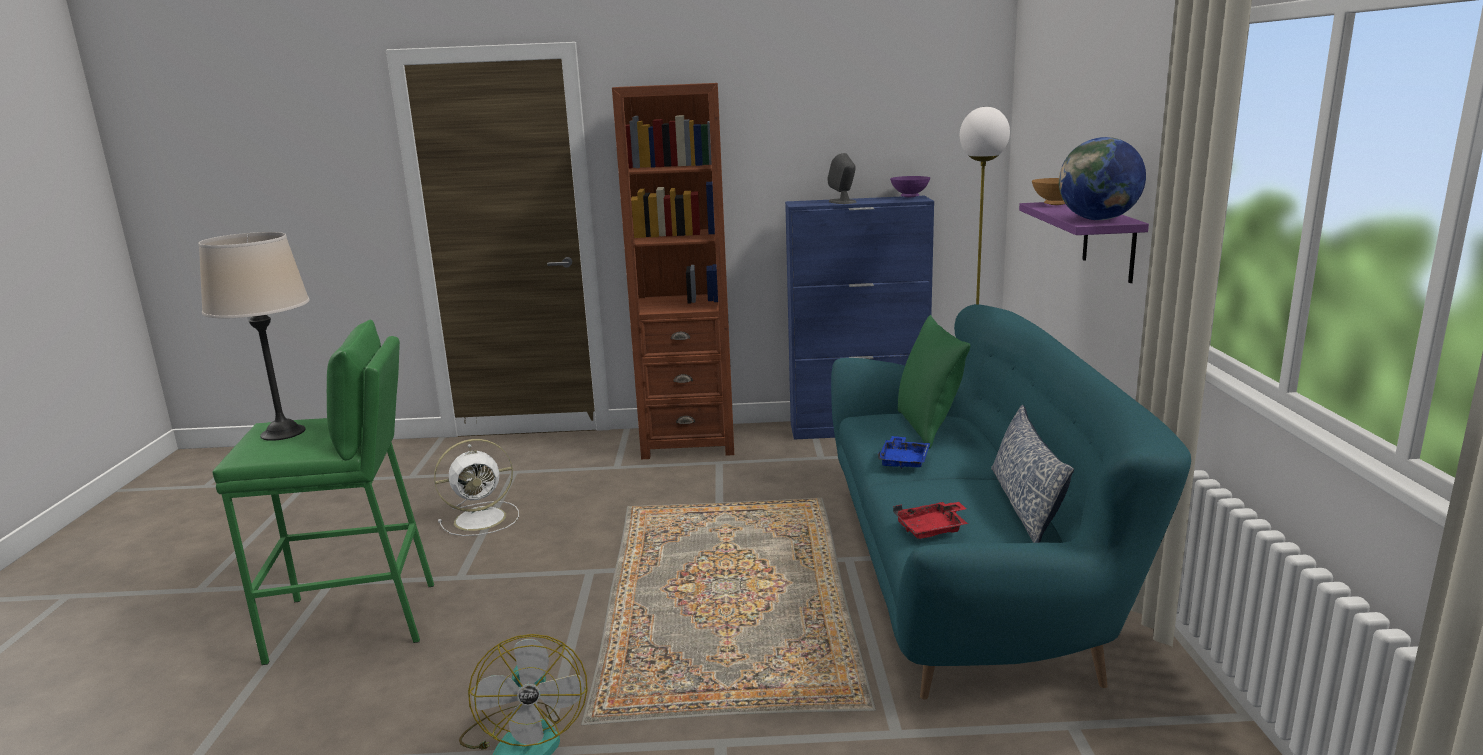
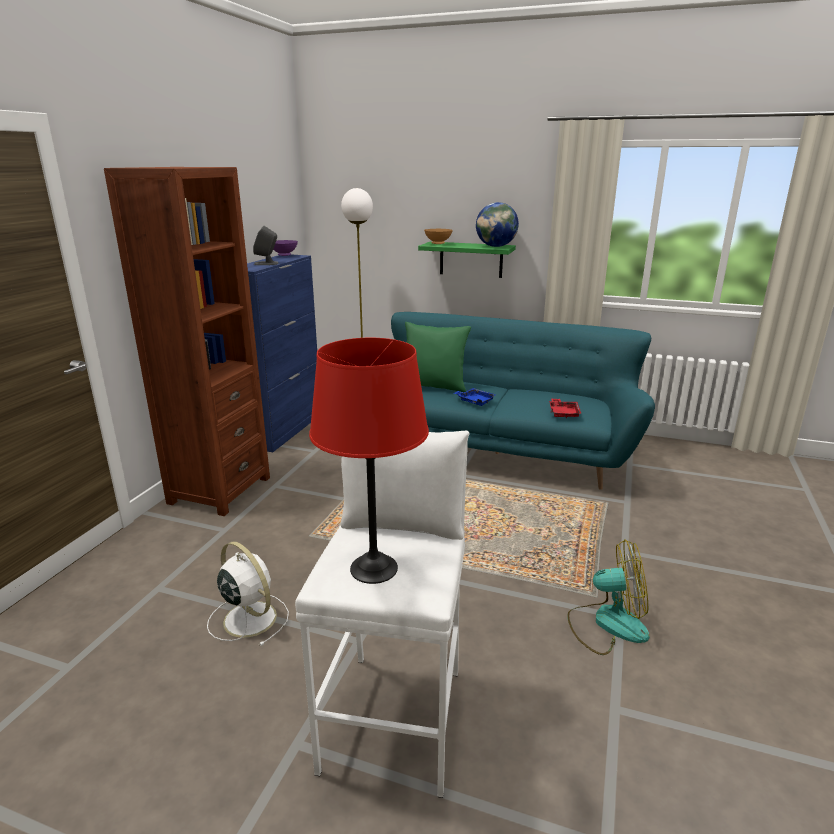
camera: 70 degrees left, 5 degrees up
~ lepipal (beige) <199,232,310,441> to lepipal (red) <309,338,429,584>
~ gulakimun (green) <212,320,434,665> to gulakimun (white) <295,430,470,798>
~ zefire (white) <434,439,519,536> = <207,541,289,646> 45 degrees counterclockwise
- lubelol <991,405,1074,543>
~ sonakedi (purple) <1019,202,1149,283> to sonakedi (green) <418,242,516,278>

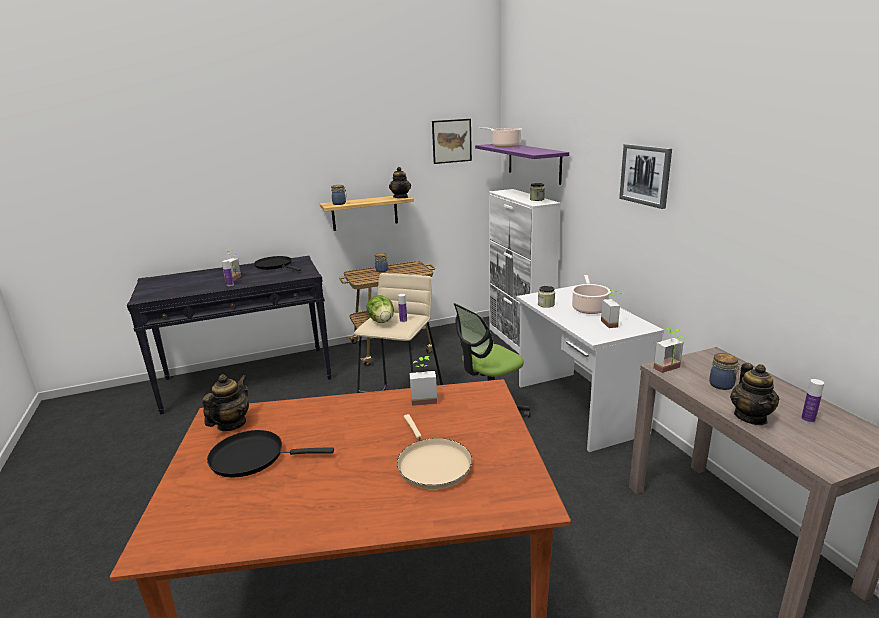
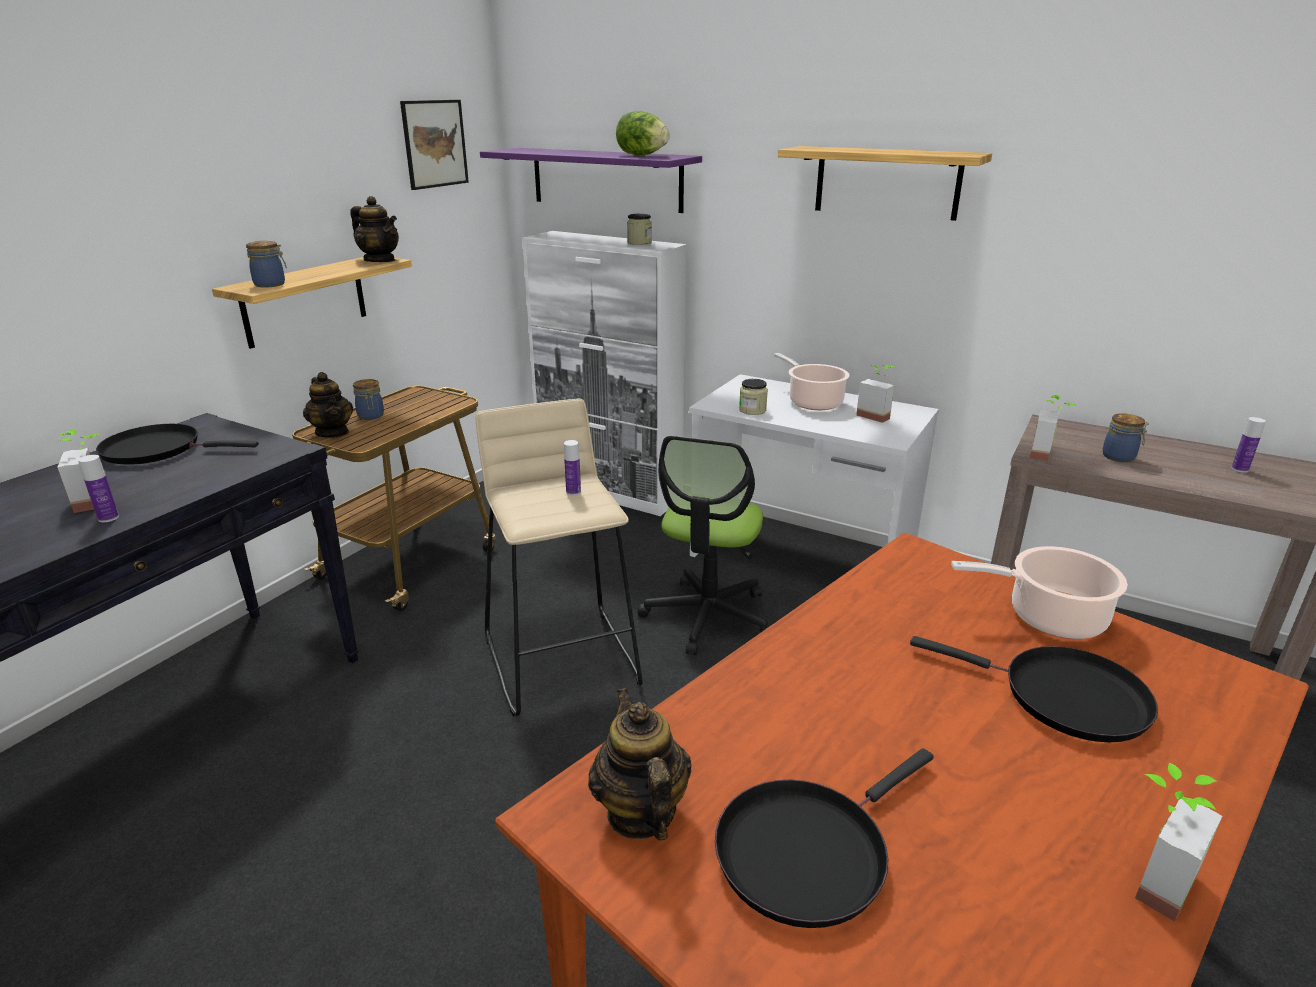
camera: 40 degrees left, 5 degrees up
~ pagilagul <366,295,394,323> to <616,111,670,156>
~ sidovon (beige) <397,414,472,489> to sidovon (black) <910,636,1158,742>
~ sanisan <410,356,437,406> to <1135,763,1222,922>
~ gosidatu <479,127,522,147> to <951,546,1128,639>
~ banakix <619,144,672,209> to sonakedi <778,146,992,221>
~ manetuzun <730,363,780,425> to <303,372,353,438>

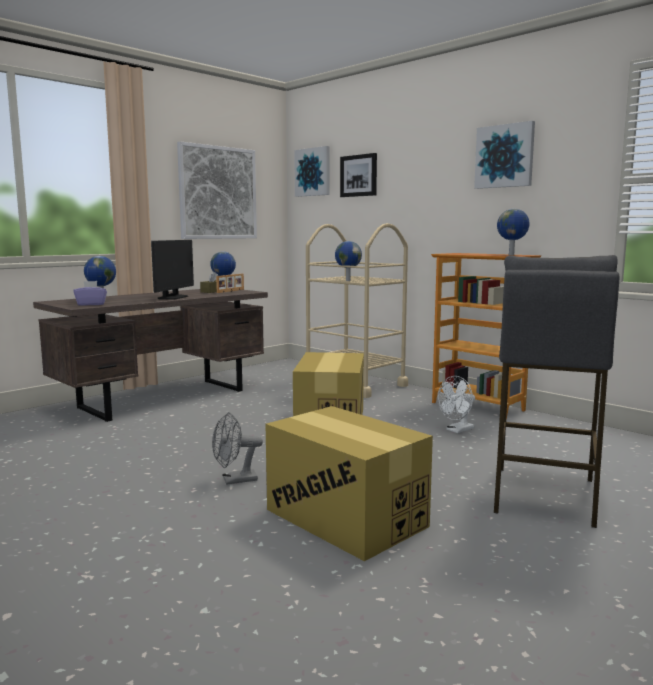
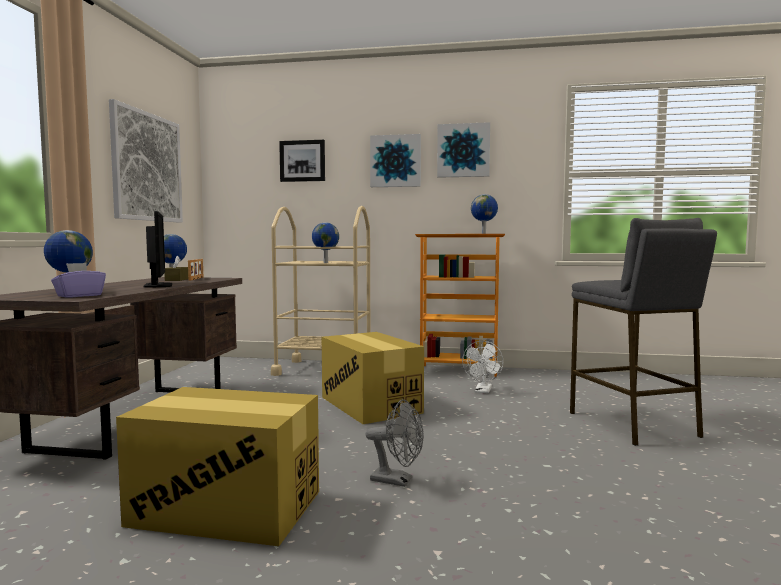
camera: 35 degrees left, 5 degrees down
~ zefire (grey) <212,412,263,485> = <365,399,424,487> 105 degrees counterclockwise
~ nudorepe <266,406,433,561> to <116,387,319,546>
~ banakix <294,146,330,197> to <370,134,421,187>

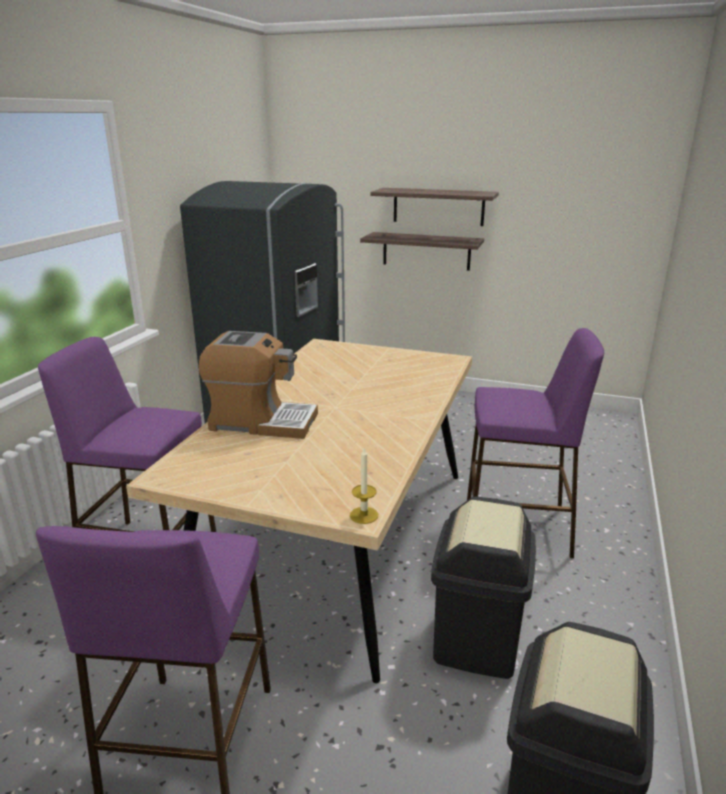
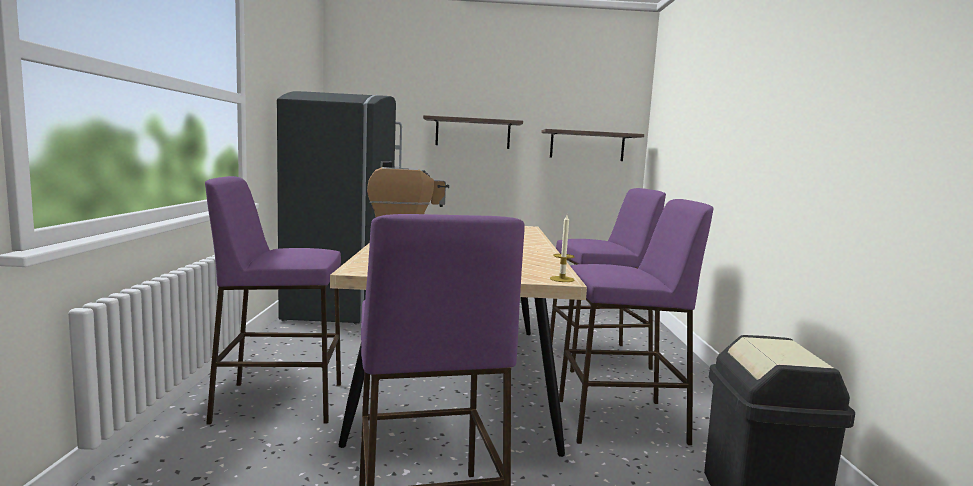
camera: 20 degrees left, 15 degrees down
~ sonakedi <360,232,484,271> to <542,129,644,161>
~ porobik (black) <431,497,536,679> to gulakimun (purple) <559,199,714,445>

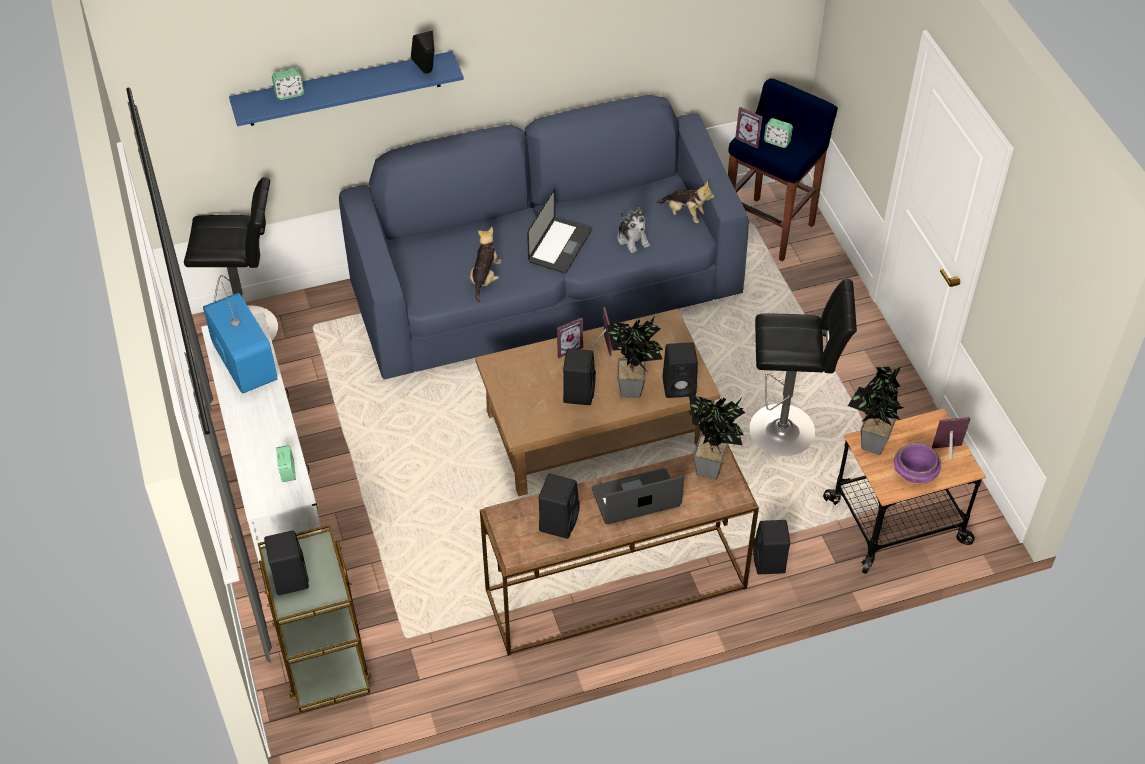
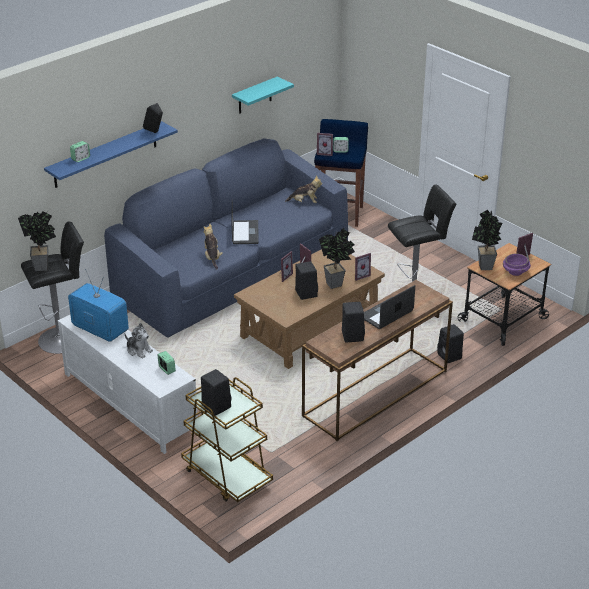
camera: 25 degrees left, 15 degrees down
~ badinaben <617,207,650,253> to <125,323,153,359>
~ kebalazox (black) <662,342,698,398> to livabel <355,253,371,281>
~ sanisan <689,396,745,479> to <18,211,56,271>
+ sonakedi (turquoise) <232,77,294,114>

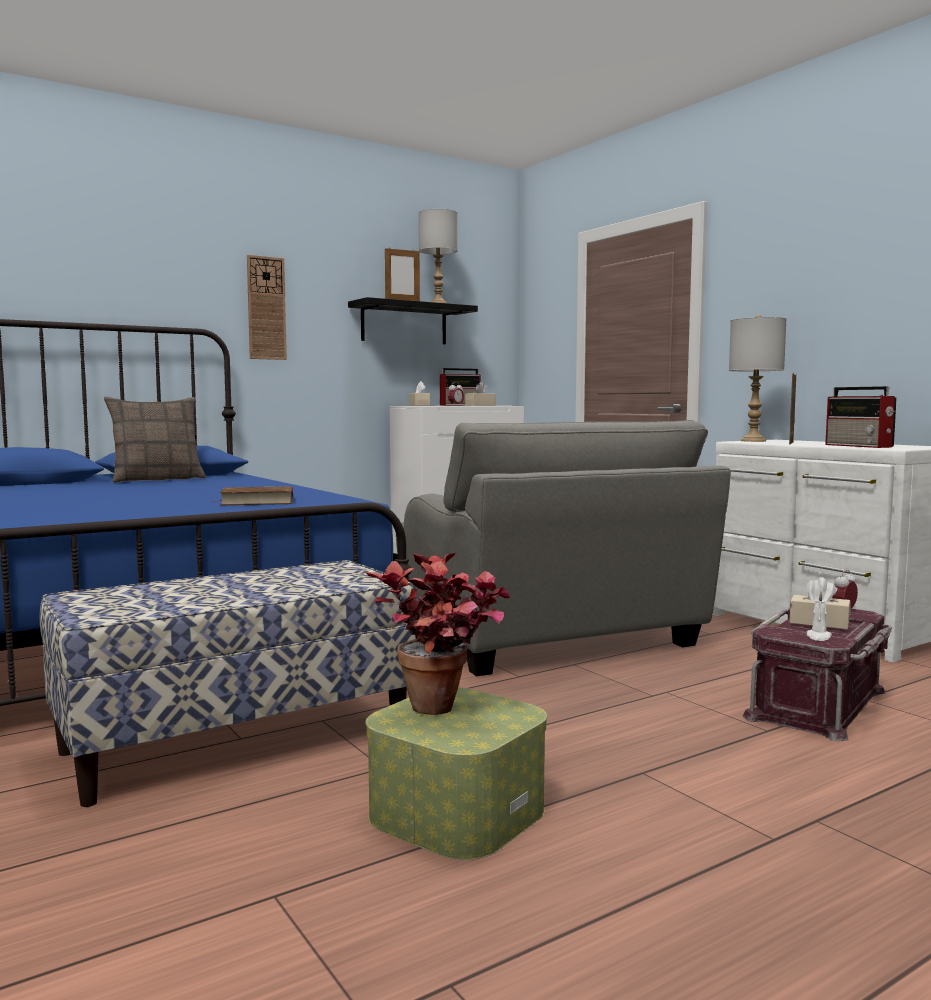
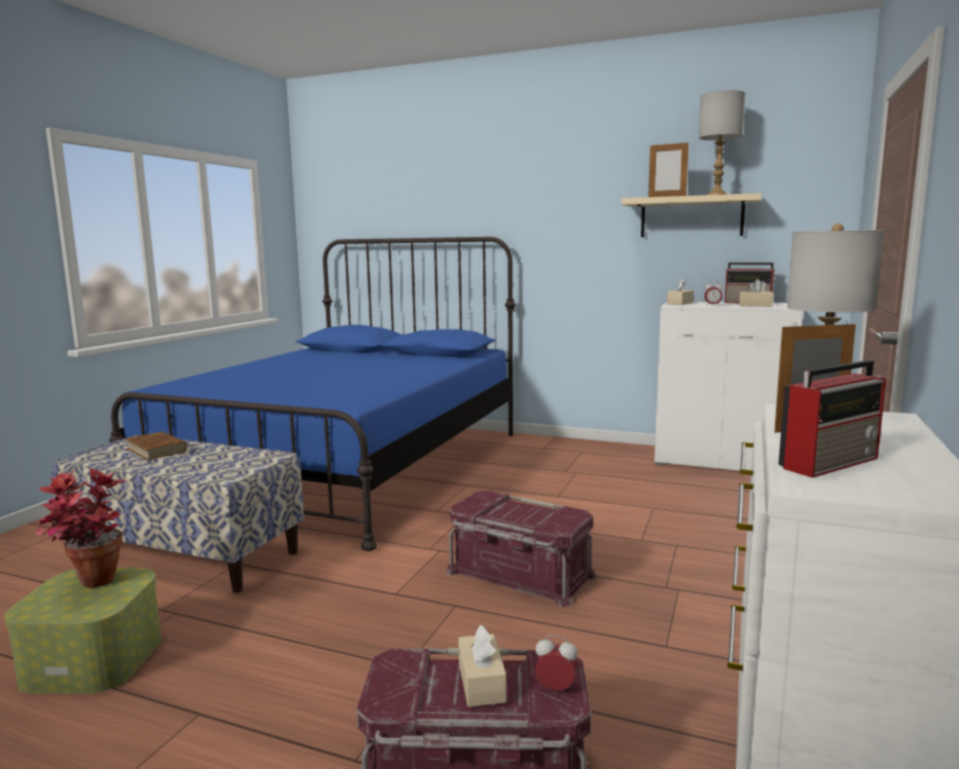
camera: 55 degrees right, 5 degrees up
- lubelol <104,397,206,483>
~ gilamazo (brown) <212,486,293,505> to <126,431,186,460>
- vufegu <247,255,287,360>
~ sonakedi (black) <348,297,478,344> to sonakedi (beige) <621,193,762,237>
~ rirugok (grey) <396,420,731,676> to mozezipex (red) <445,491,597,607>
- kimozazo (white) <807,592,832,641>
~ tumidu <825,386,897,448> = <778,360,886,478> 150 degrees counterclockwise

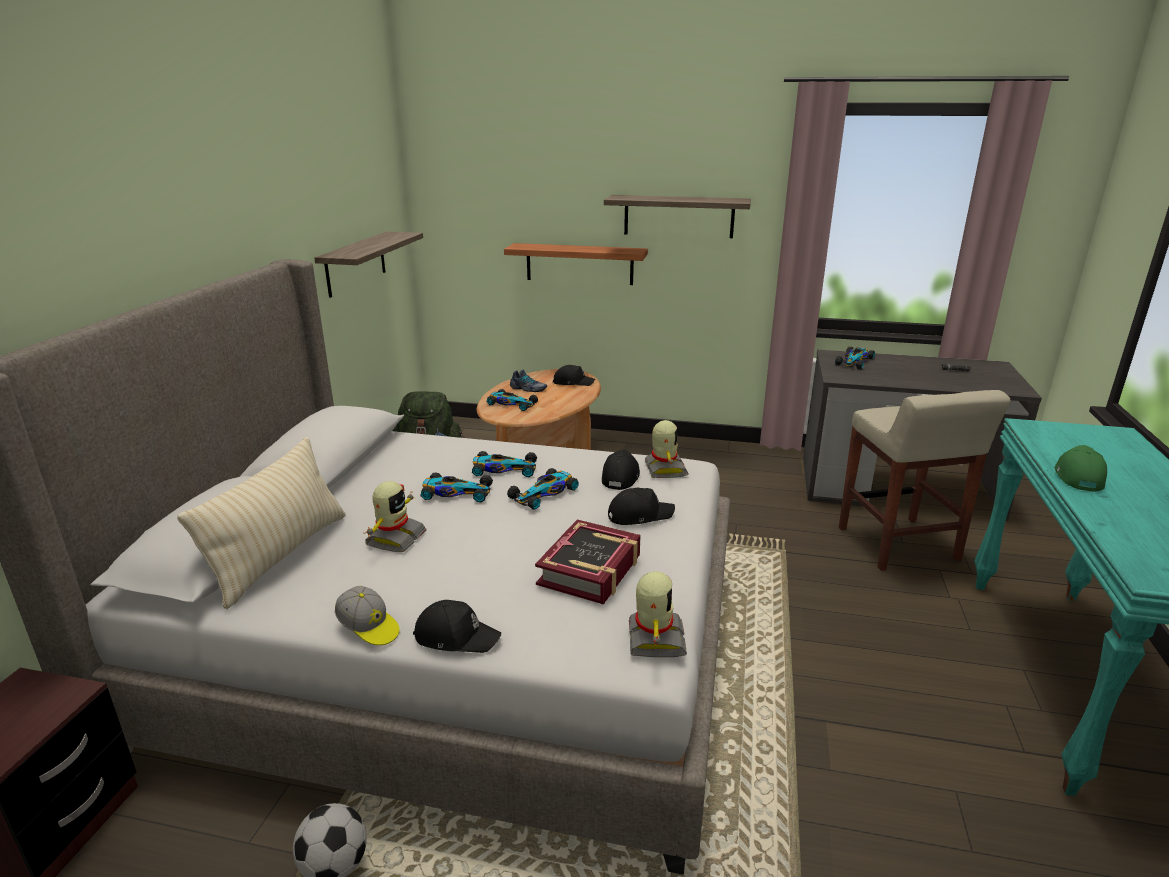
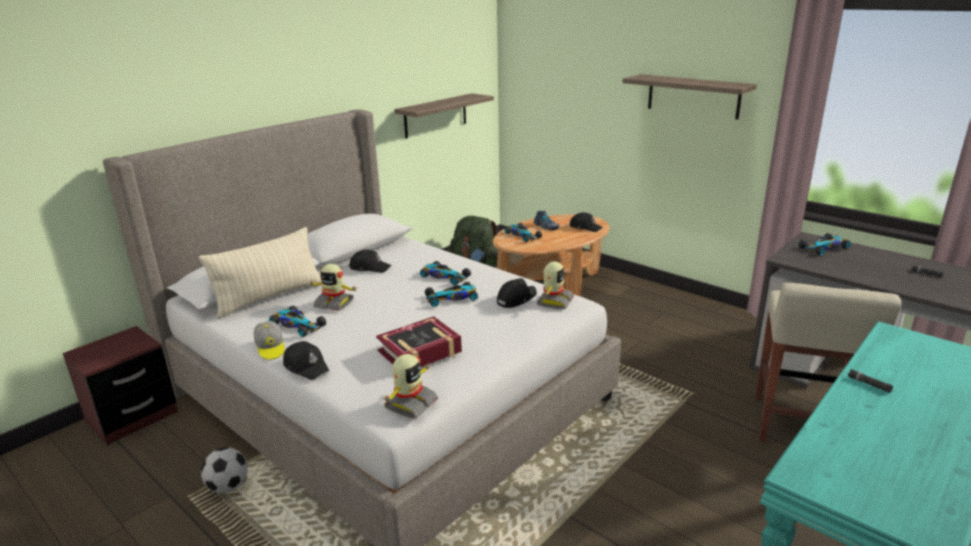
camera: 30 degrees right, 0 degrees up
~ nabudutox <364,481,427,552> = <309,264,358,311> 60 degrees clockwise
~ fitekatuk <420,472,493,502> to <269,306,326,337>
- sonakedi <504,243,648,285>
~ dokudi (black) <608,488,675,525> to <349,249,391,273>
~ dokudi (green) <1055,445,1107,492> to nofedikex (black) <848,369,893,393>

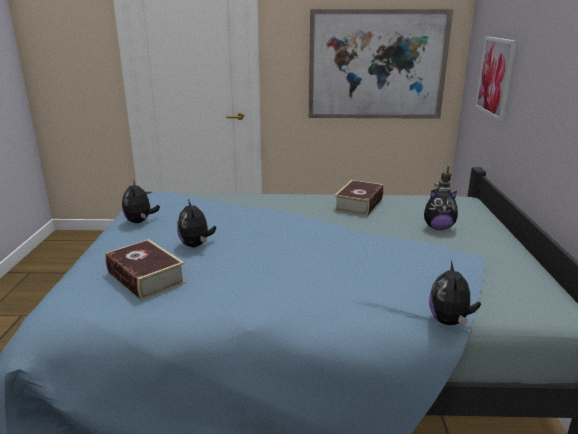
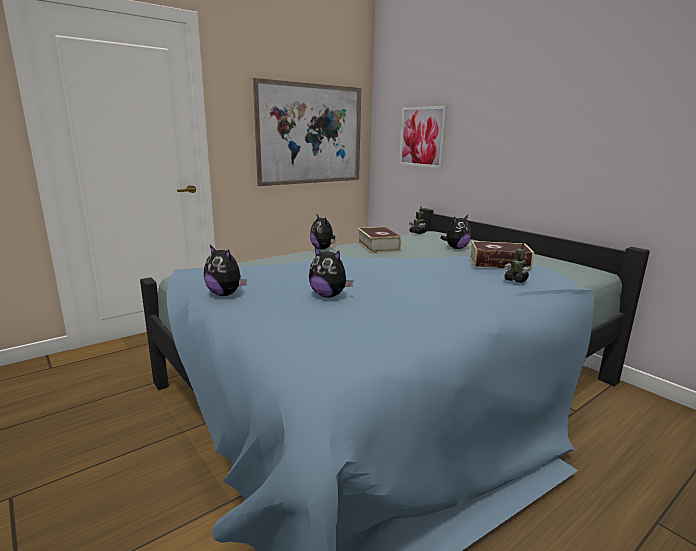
camera: 40 degrees left, 5 degrees down
~ gilamazo <105,239,186,301> to <470,241,534,270>
~ badinaben <429,261,481,326> to <310,215,336,250>
+ nabudutox <504,241,530,283>

